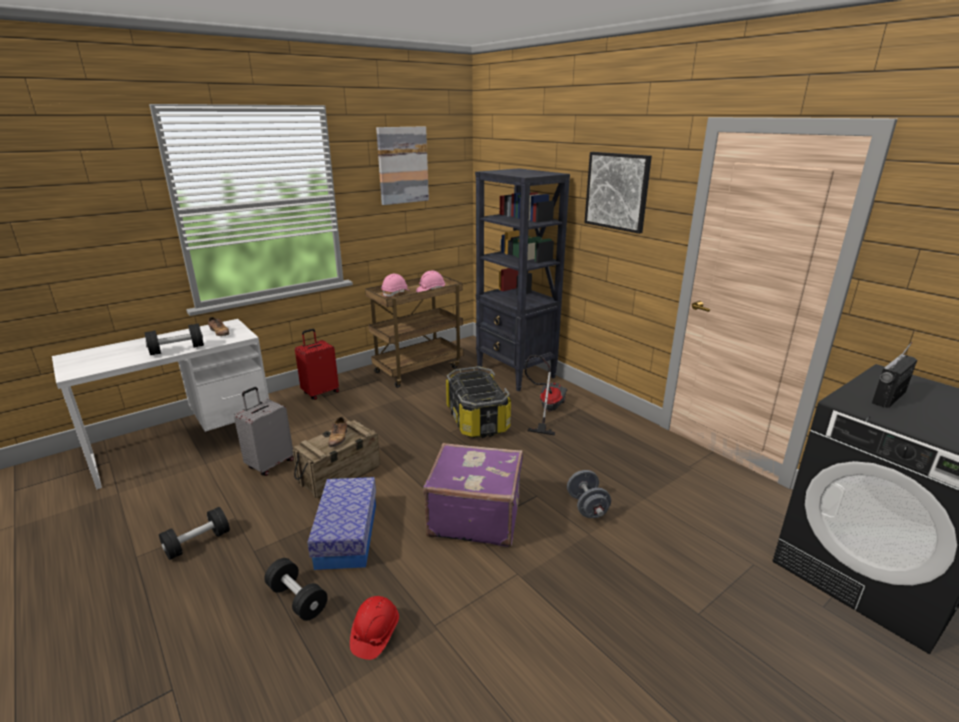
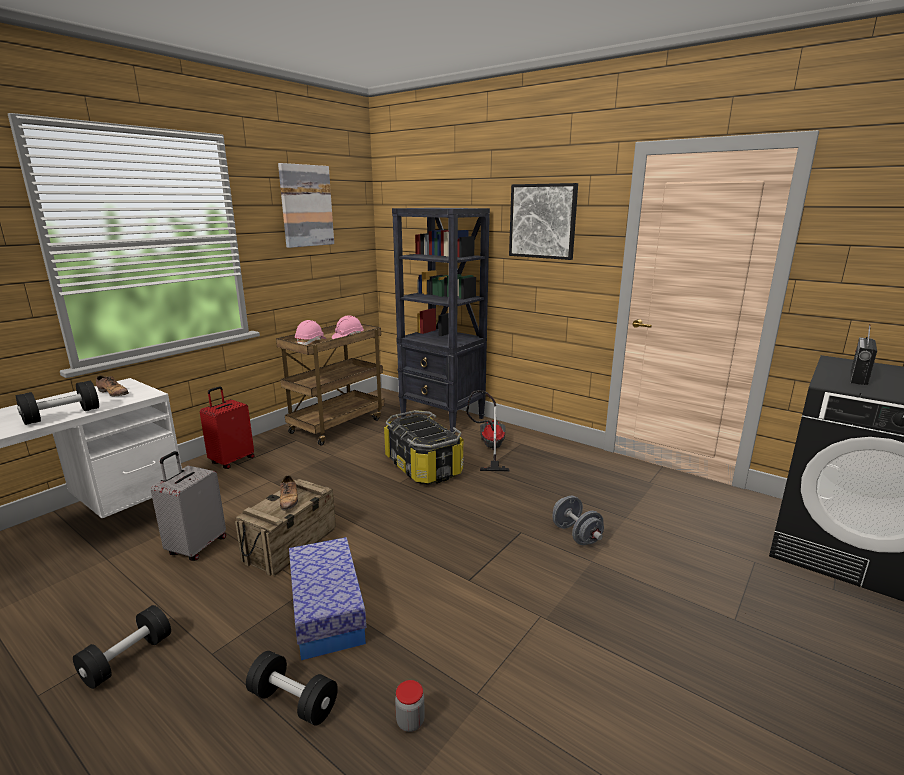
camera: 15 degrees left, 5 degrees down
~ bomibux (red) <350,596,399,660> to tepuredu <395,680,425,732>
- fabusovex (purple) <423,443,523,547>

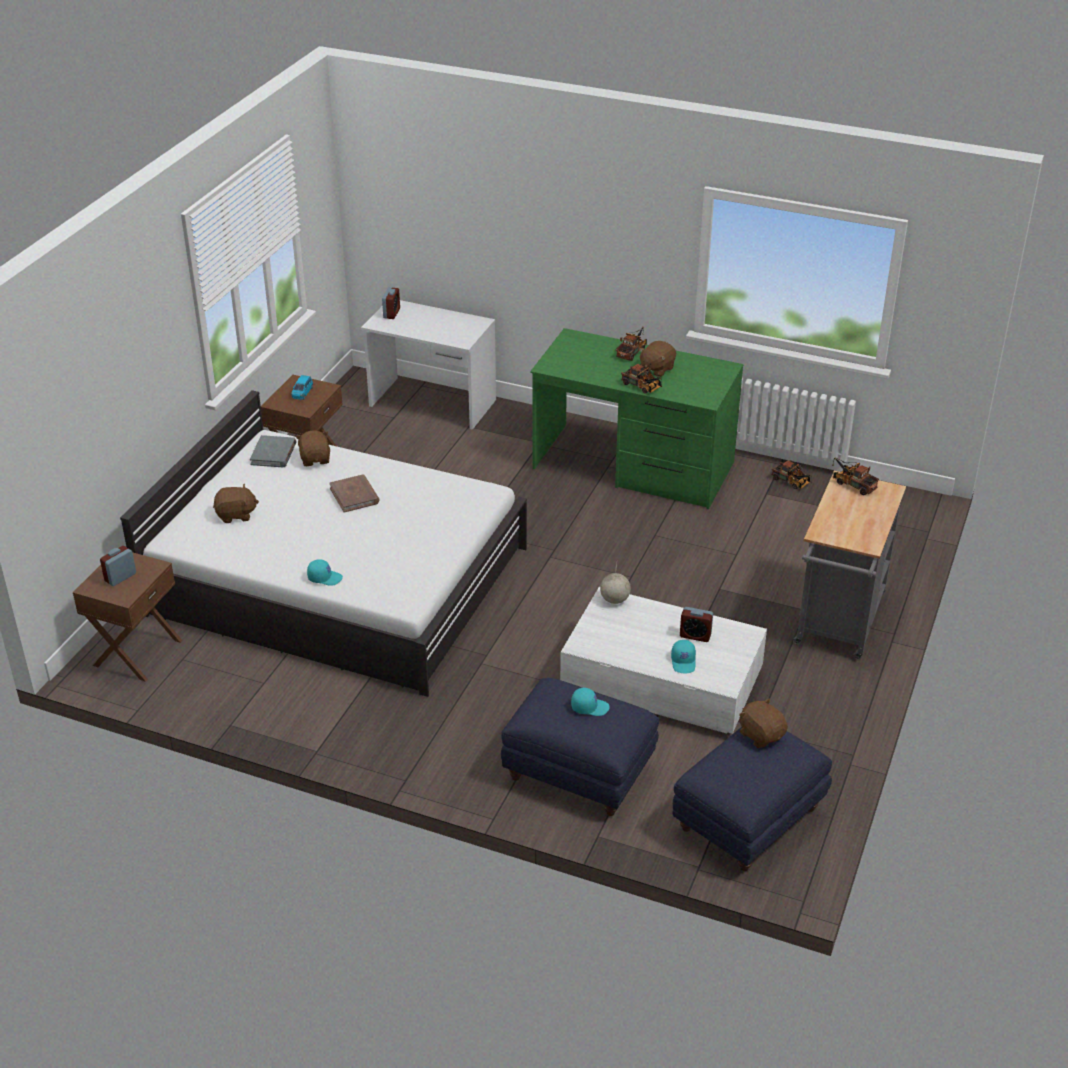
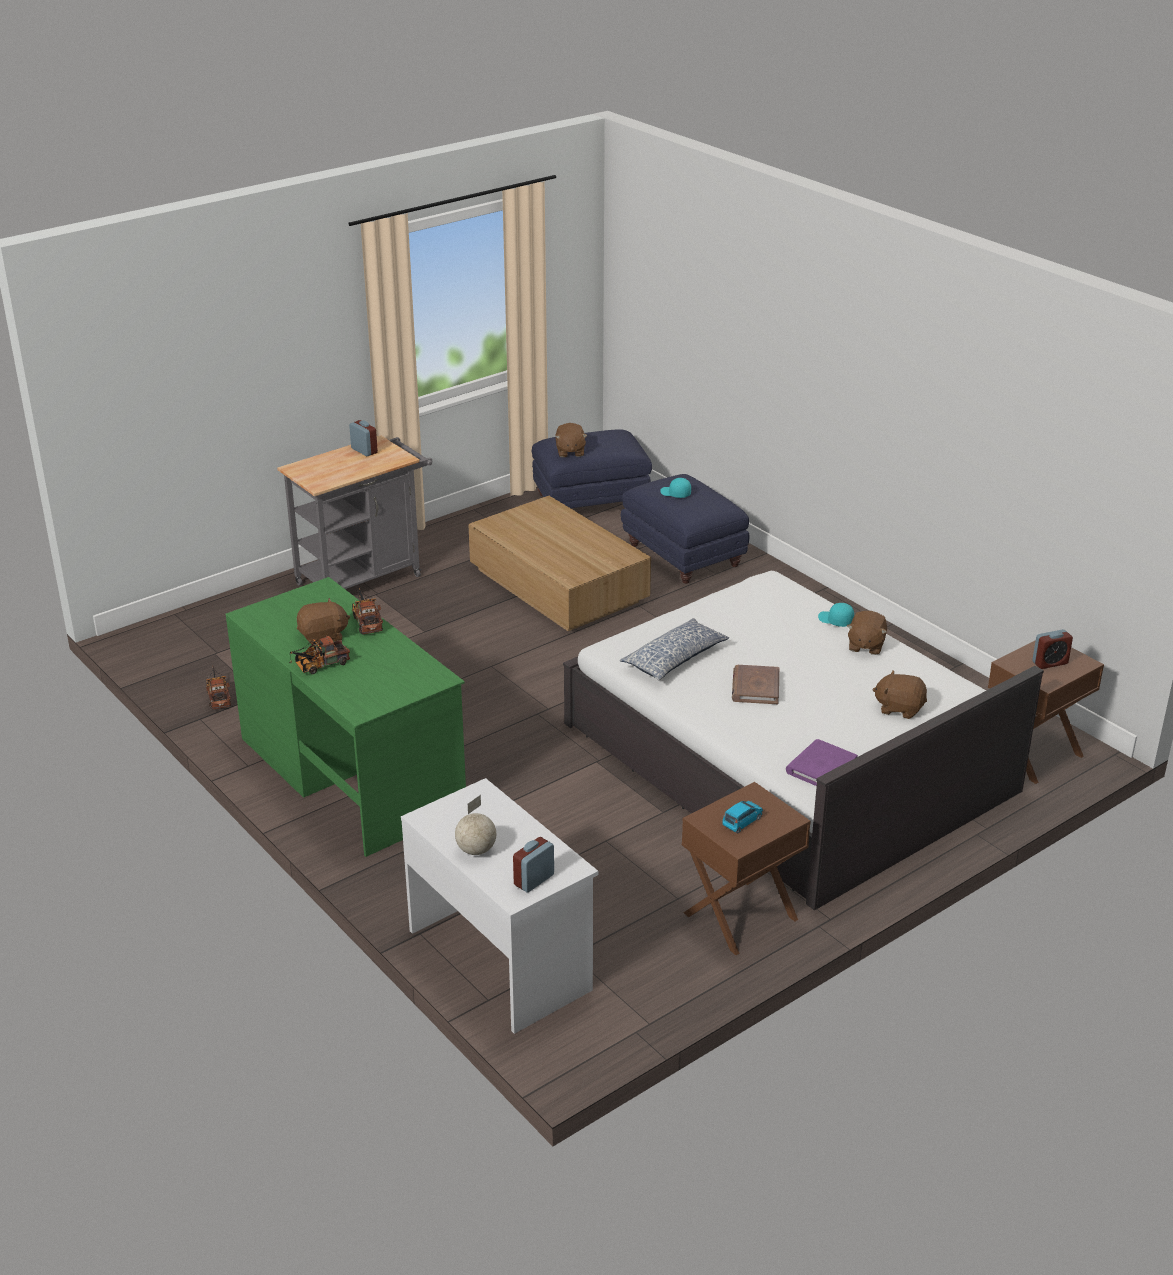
camera: 150 degrees left, 5 degrees down
~ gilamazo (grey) <250,435,297,467> to gilamazo (purple) <786,739,858,786>
~ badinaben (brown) <295,431,330,466> to <847,611,887,655>
~ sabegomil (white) <560,587,767,734> to sabegomil (brown) <469,496,651,631>
~ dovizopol <600,563,631,604> to <455,795,496,855>
- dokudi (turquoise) <671,640,696,673>
~ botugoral <680,607,713,642> to <349,420,378,456>
- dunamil <832,458,879,495>
+ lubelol <620,618,729,680>

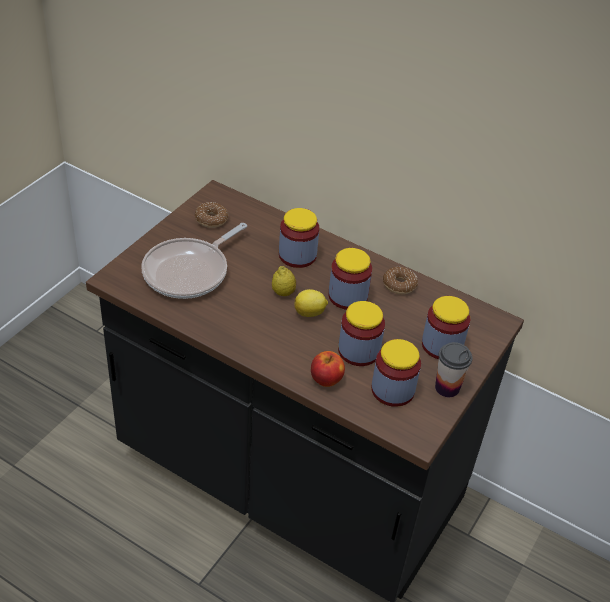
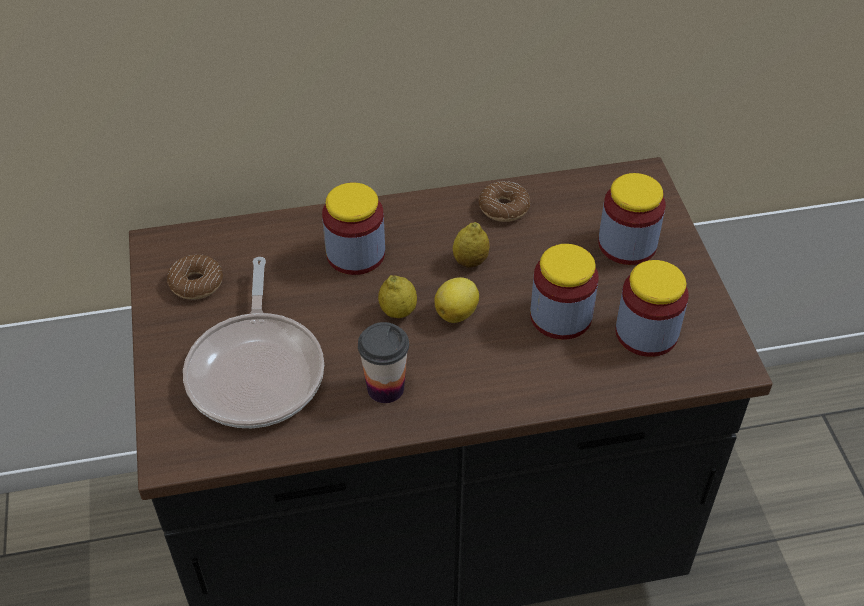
camera: 40 degrees left, 5 degrees up
- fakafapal <311,351,345,387>
~ tepuredu <329,248,372,310> to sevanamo <453,222,490,268>
~ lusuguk <435,342,473,397> to <358,322,409,403>

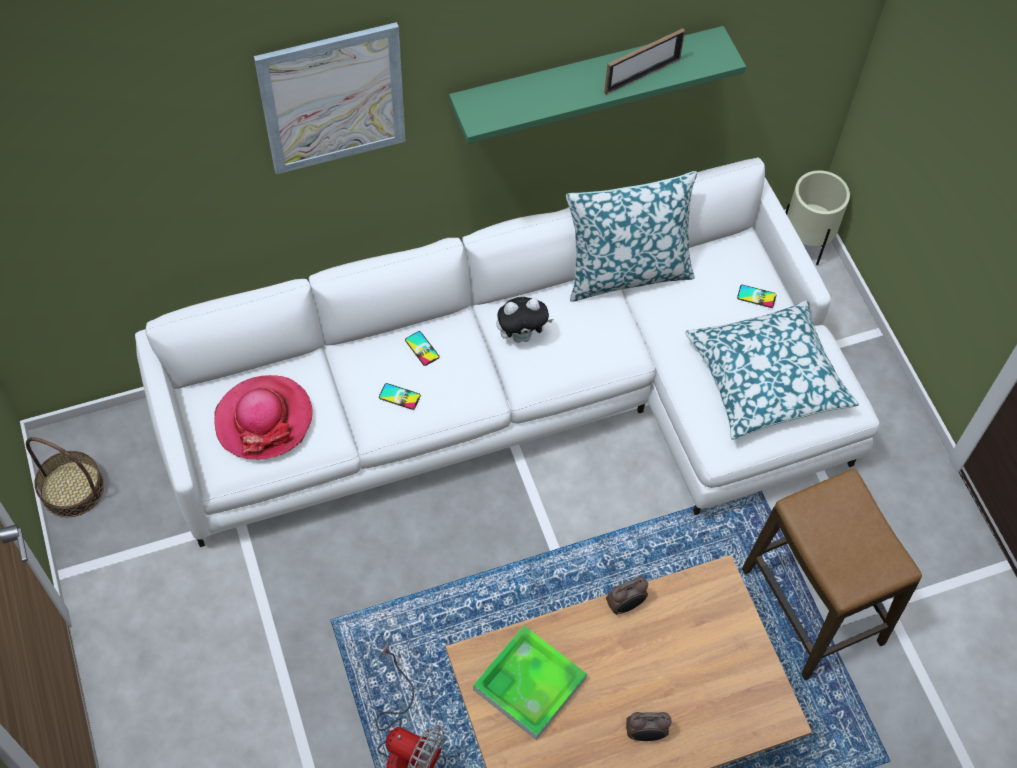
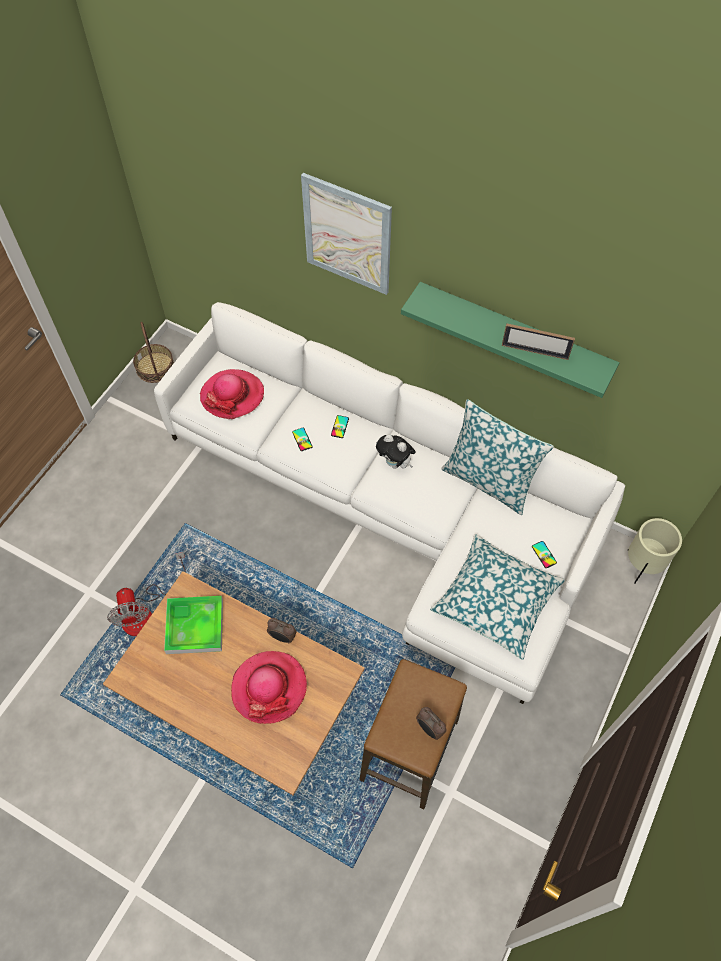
camera: 50 degrees right, 0 degrees up
~ botugoral <626,712,672,741> to <416,707,447,740>
+ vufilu <231,651,307,724>

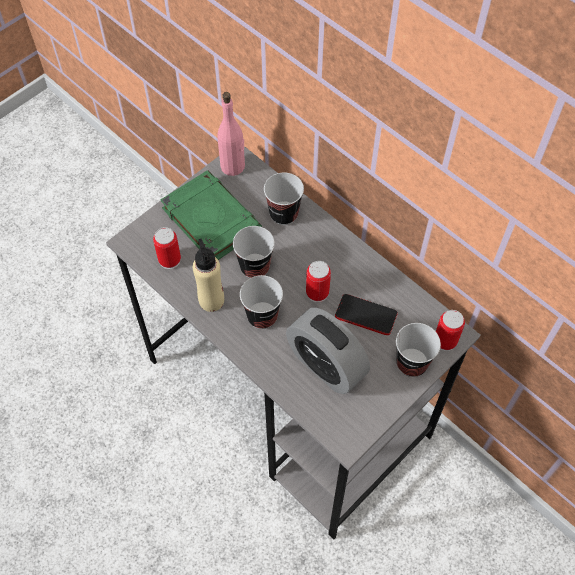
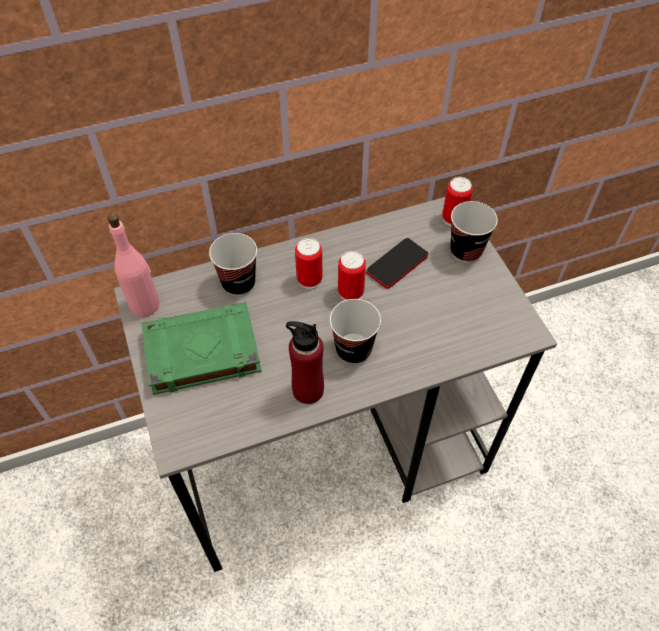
camera: 65 degrees left, 5 degrees down
~ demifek <153,227,181,269> to <295,238,322,289>
~ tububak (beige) <193,239,224,312> to tububak (red) <286,321,324,404>
- lusuguk <233,226,275,278>
- botugoral <286,308,370,394>

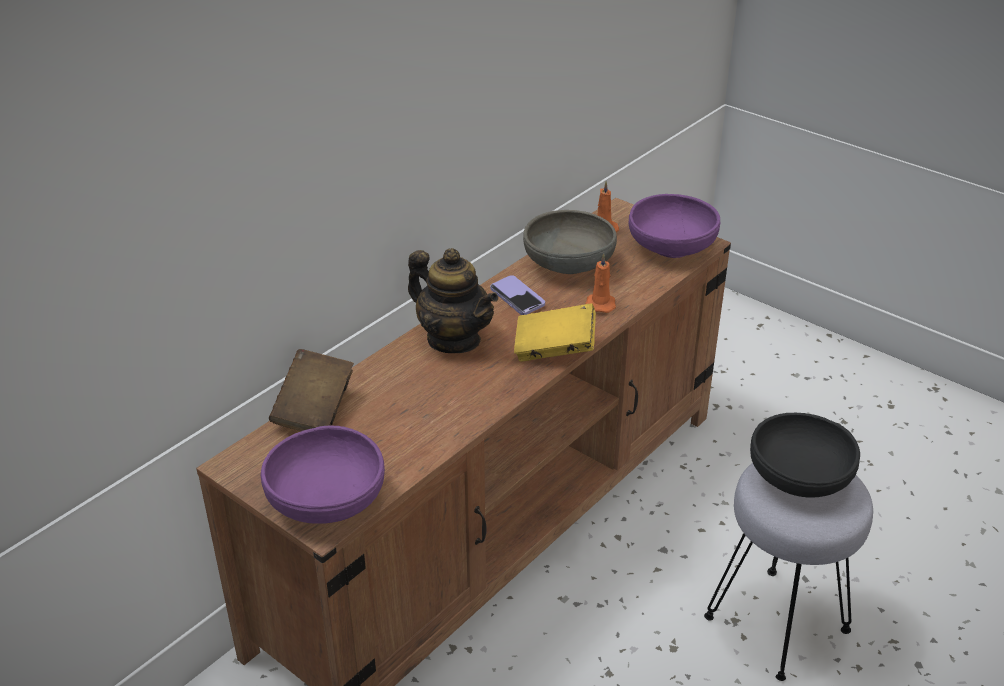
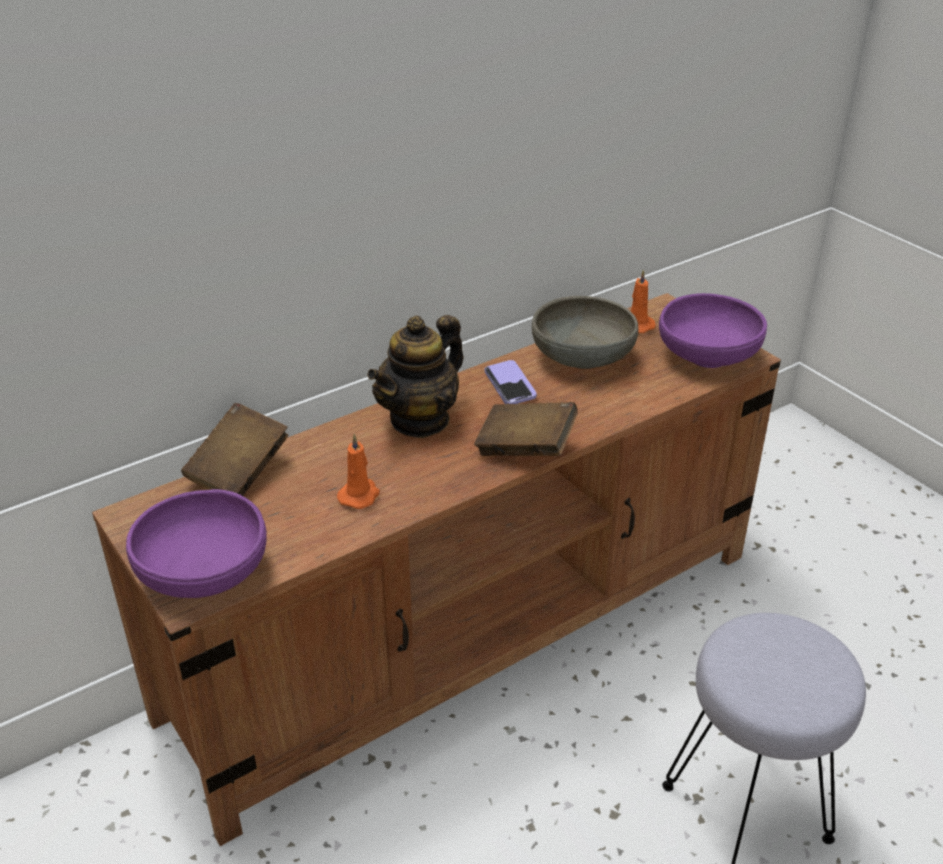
camera: 15 degrees right, 0 degrees up
~ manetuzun <408,248,498,353> = <367,315,464,438> 75 degrees clockwise
~ gilamazo (yellow) <514,303,596,362> to gilamazo (brown) <474,402,578,456>
~ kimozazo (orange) <585,253,616,313> to <337,434,380,509>
- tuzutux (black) <750,413,860,497>

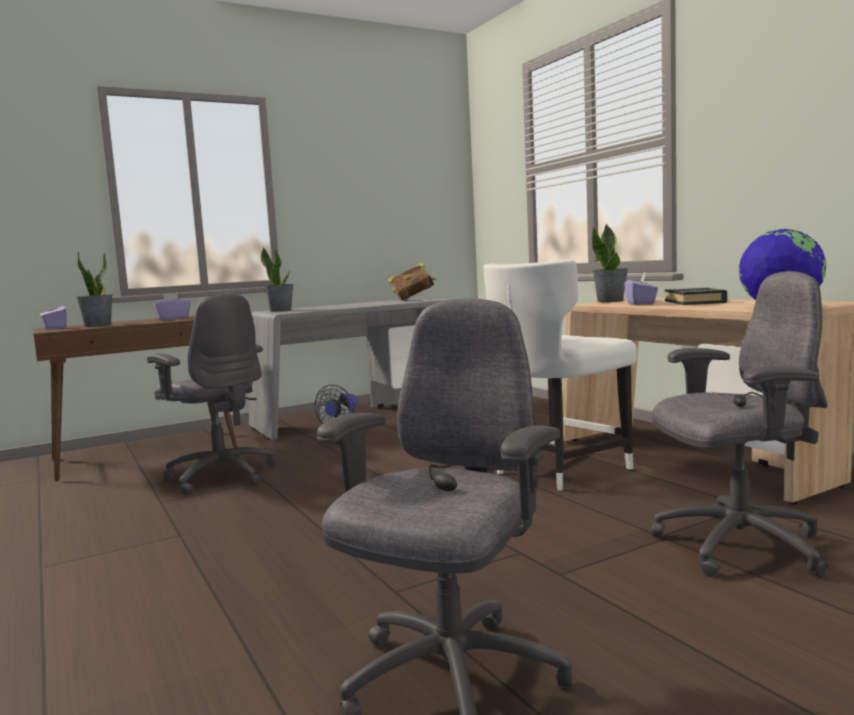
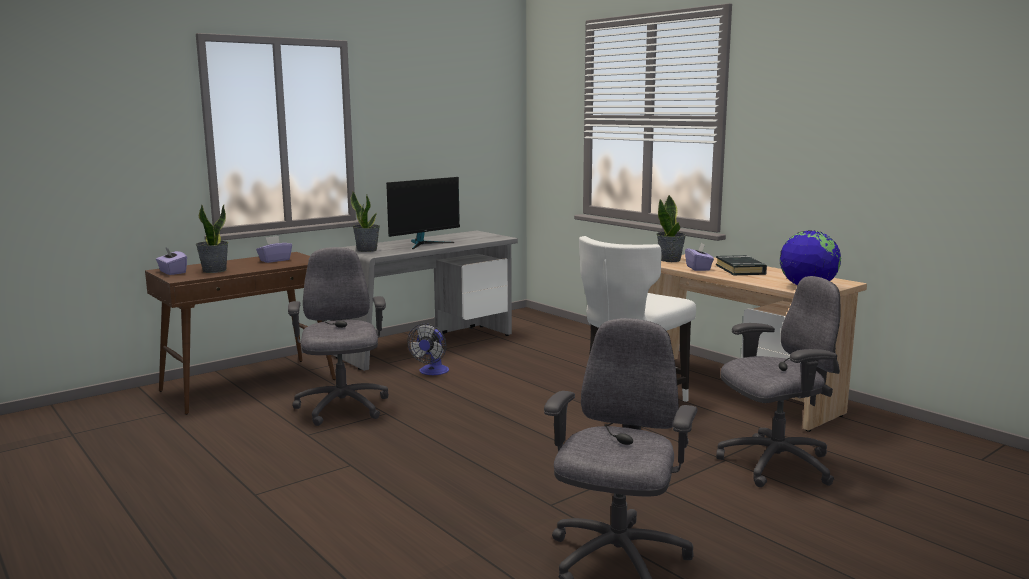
camera: 10 degrees left, 5 degrees up
~ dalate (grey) <147,293,275,495> = <288,247,389,426> 135 degrees counterclockwise
- gilamazo <388,263,436,301>
+ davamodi <386,177,460,249>

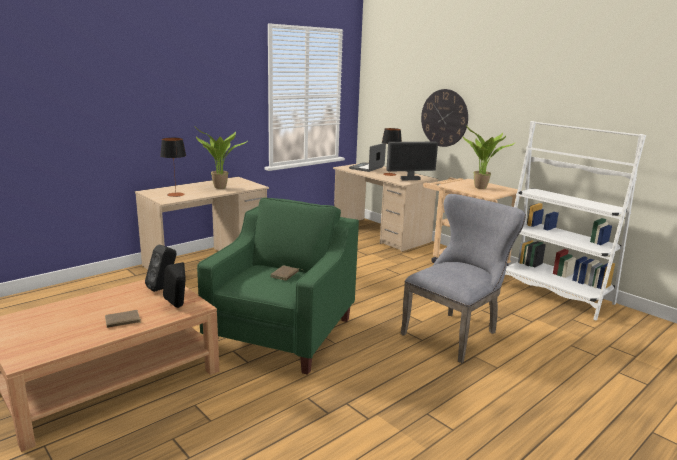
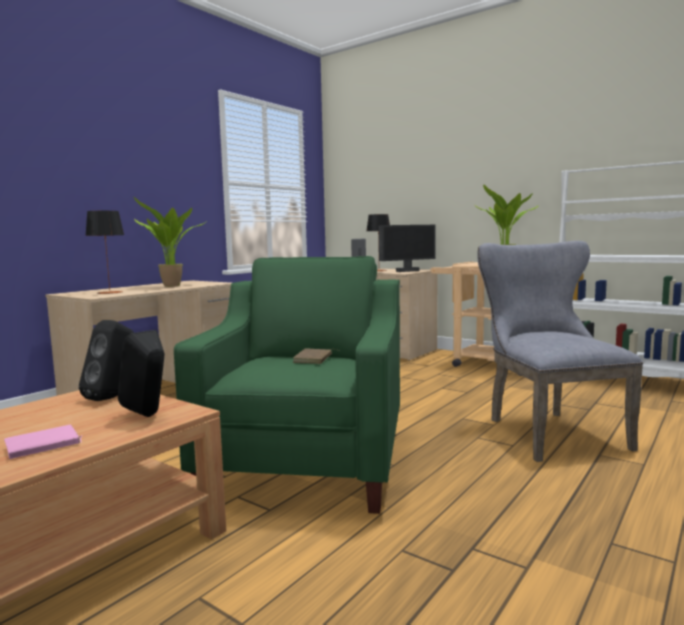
camera: 10 degrees left, 10 degrees down
~ gilamazo (brown) <105,310,141,328> to gilamazo (pink) <4,425,82,459>
~ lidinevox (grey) <401,194,526,363> = <477,241,643,462> 45 degrees counterclockwise
- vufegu <421,89,468,147>

